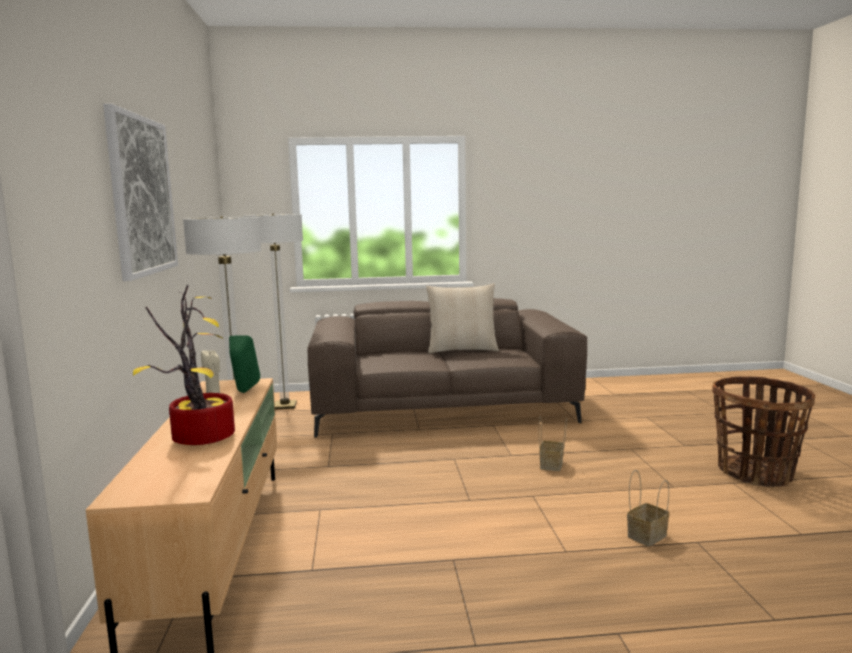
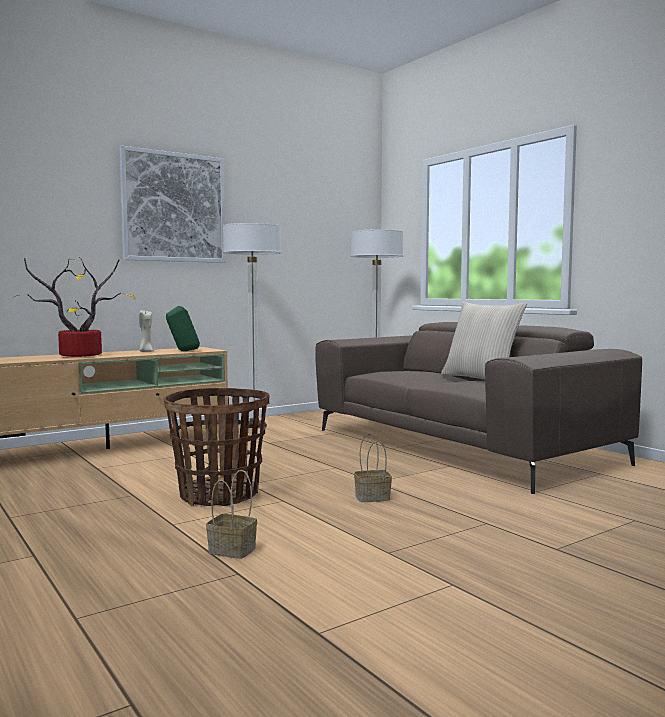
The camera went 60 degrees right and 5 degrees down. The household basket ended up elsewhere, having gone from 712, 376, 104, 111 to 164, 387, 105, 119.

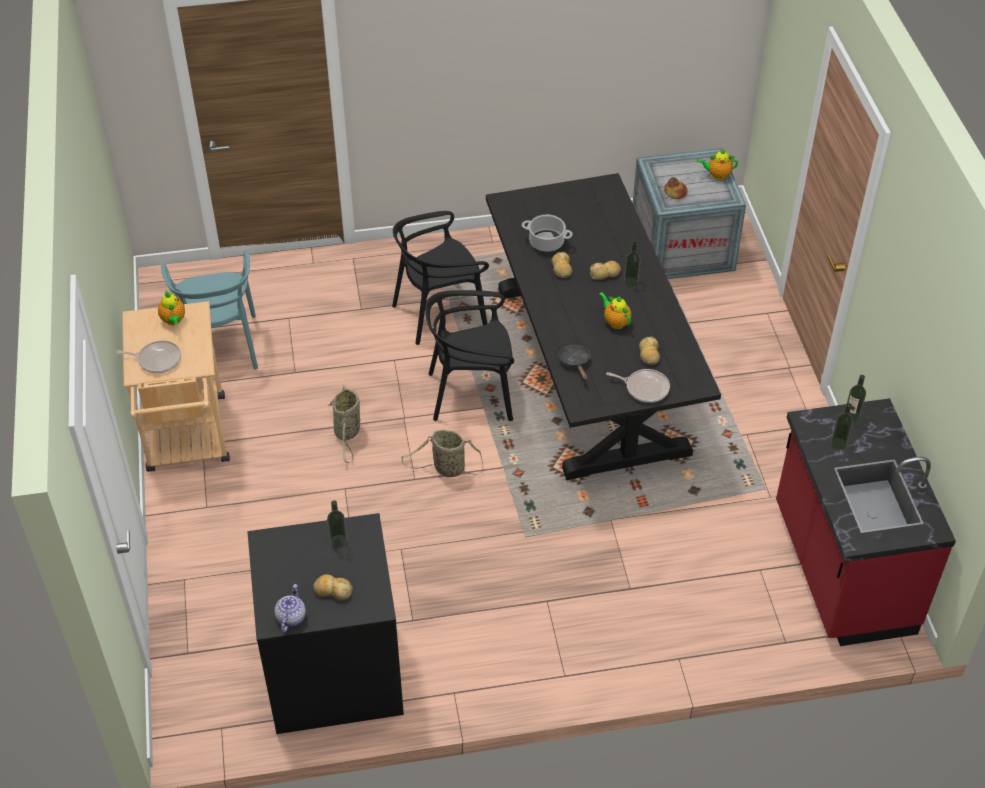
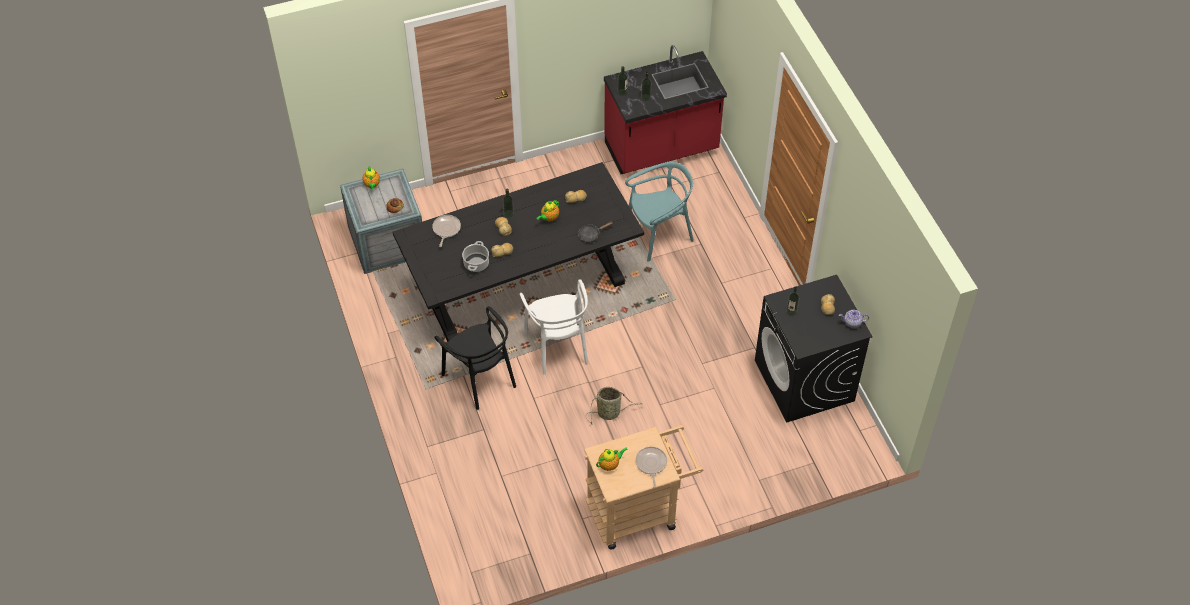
The camera went 100 degrees left and 5 degrees up. The chair in turquoise ended up elsewhere, having gone from 161, 250, 97, 119 to 625, 162, 69, 100. What was the chair in blackish at 425, 290, 89, 131 turned into the chair in whitish at 519, 279, 69, 96. The pan ended up elsewhere, having gone from 606, 369, 64, 34 to 432, 215, 29, 32. The second view lost the household basket at 401, 430, 82, 47.

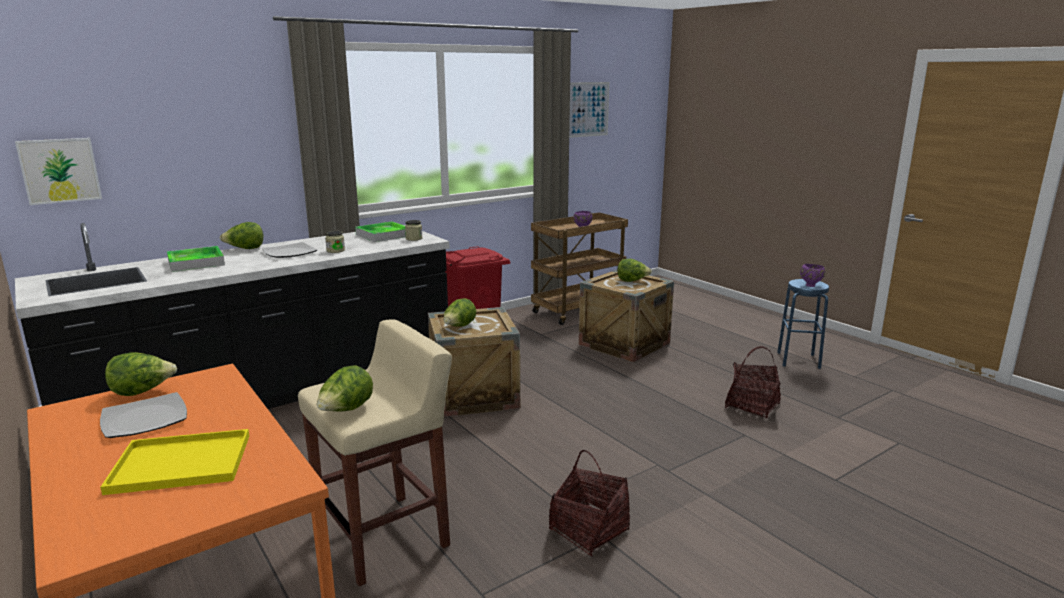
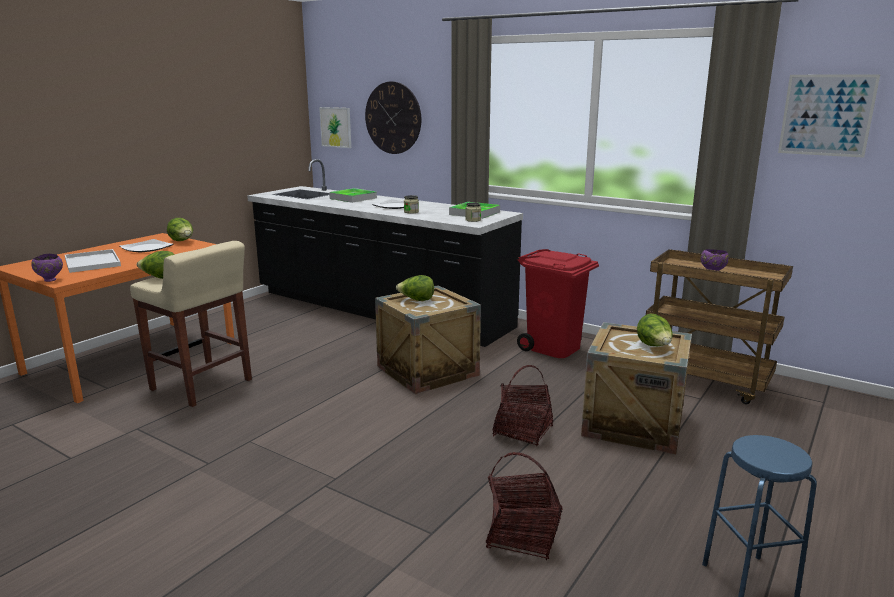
The camera went 70 degrees right and 0 degrees up. The second view lost the head of lettuce at 220, 222, 43, 27. The bowl in purple ended up elsewhere, having gone from 800, 264, 25, 23 to 31, 254, 32, 28. What was the tray in yellowish at 100, 429, 149, 66 turned into the tray in whitish at 65, 249, 56, 24. The household basket ended up elsewhere, having gone from 549, 450, 81, 106 to 493, 365, 60, 81. The second view gained the hanging clock at 365, 82, 56, 72.

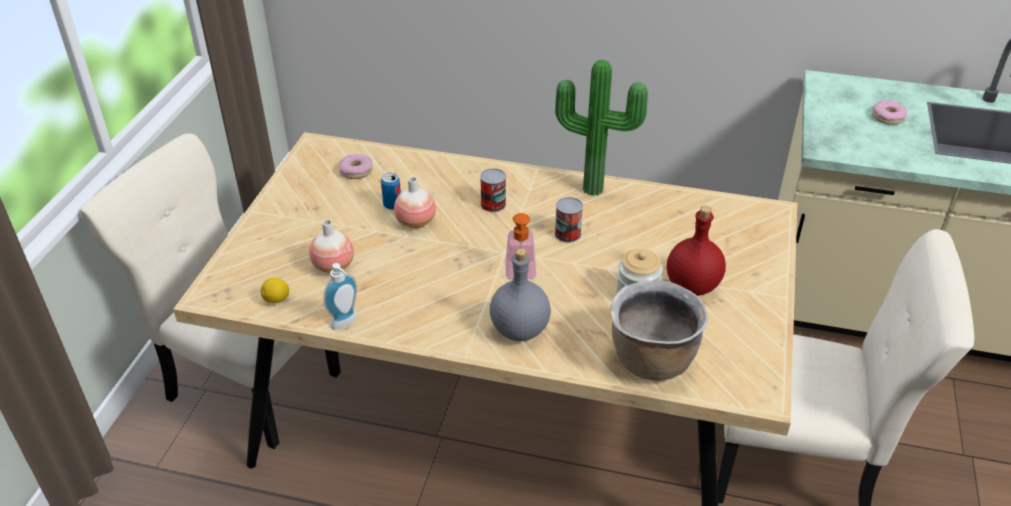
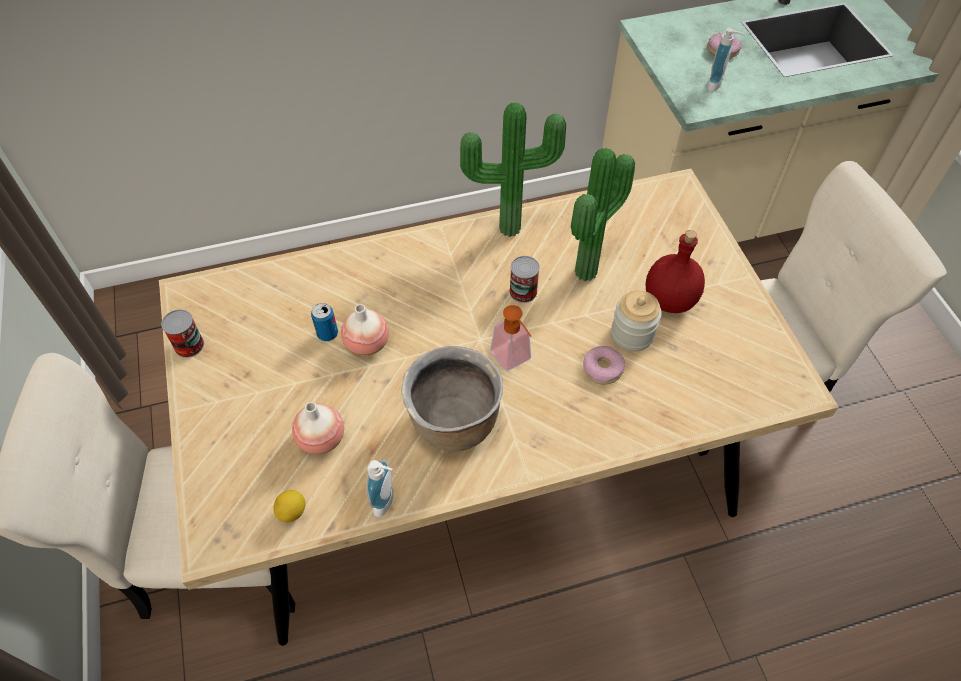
The camera went 30 degrees left and 15 degrees up. The ring doughnut ended up elsewhere, having gone from 339, 154, 34, 25 to 583, 346, 42, 39. The metal can ended up elsewhere, having gone from 480, 168, 26, 44 to 161, 309, 43, 49. The second view lost the beverage bottle in gray at 490, 248, 61, 93. The stockpot in brownish ended up elsewhere, having gone from 610, 280, 98, 101 to 401, 346, 102, 106. The second view gained the liquid soap bottle at 707, 28, 36, 64. The second view gained the plant in a pot at 571, 148, 64, 133.

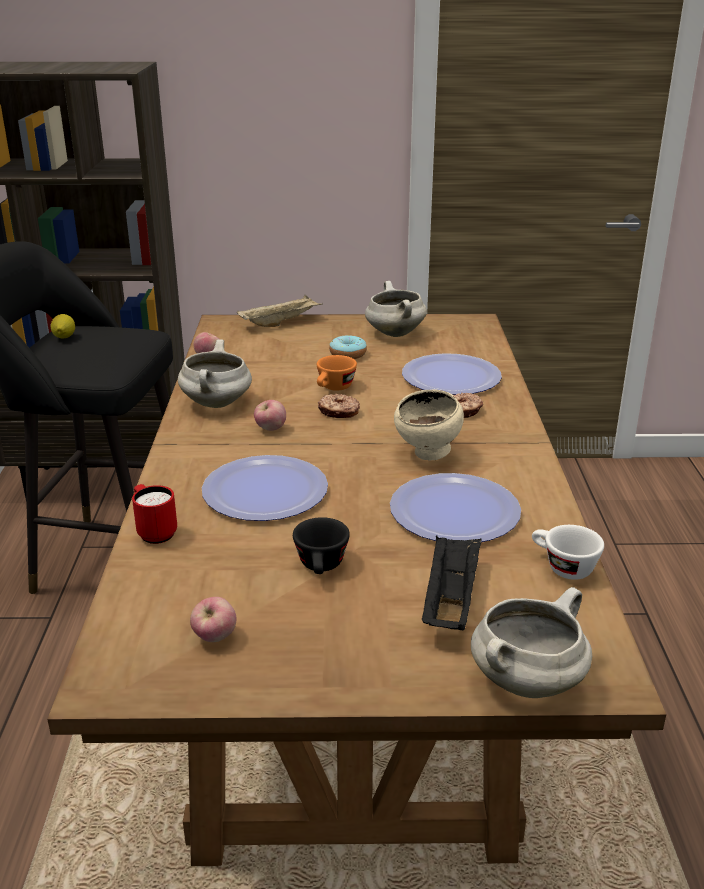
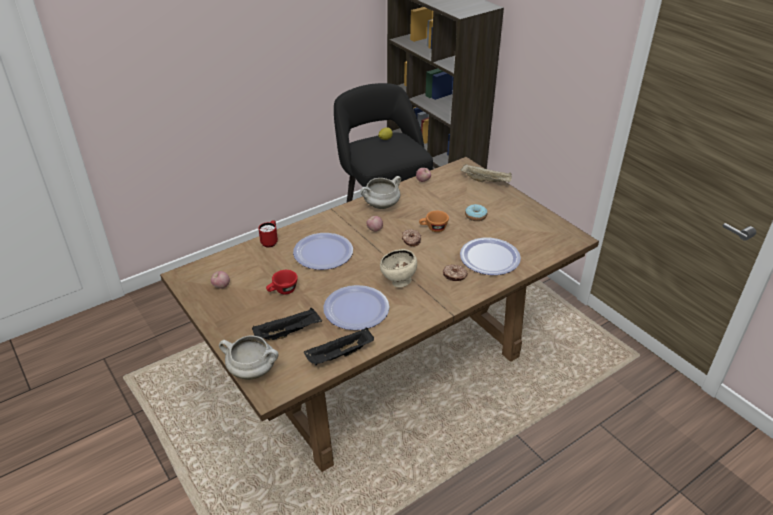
The camera went 55 degrees right and 10 degrees up. The second view lost the stockpot in whitish at 365, 281, 62, 56. What was the drinking cup in blackish at 293, 517, 57, 57 turned into the drinking cup in red at 266, 270, 32, 24. Where the drinking cup in whitish stood at 532, 525, 72, 55, the tray in blackish came to stand at 304, 328, 70, 38.

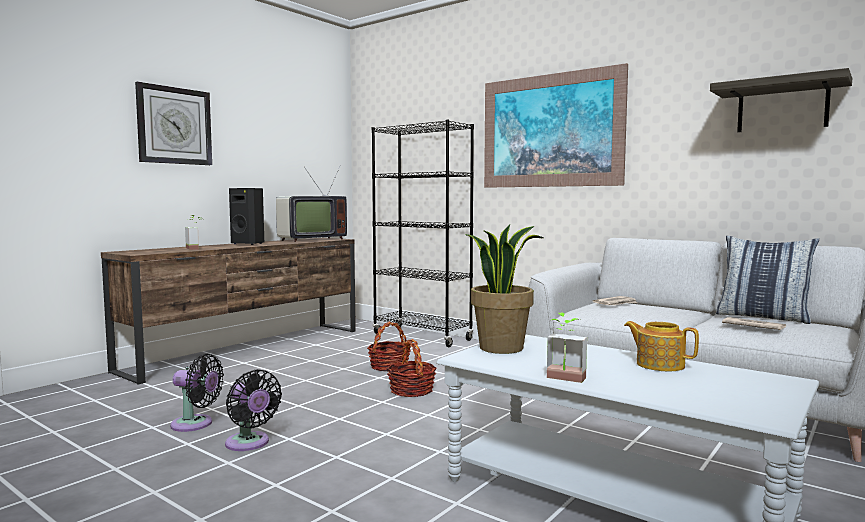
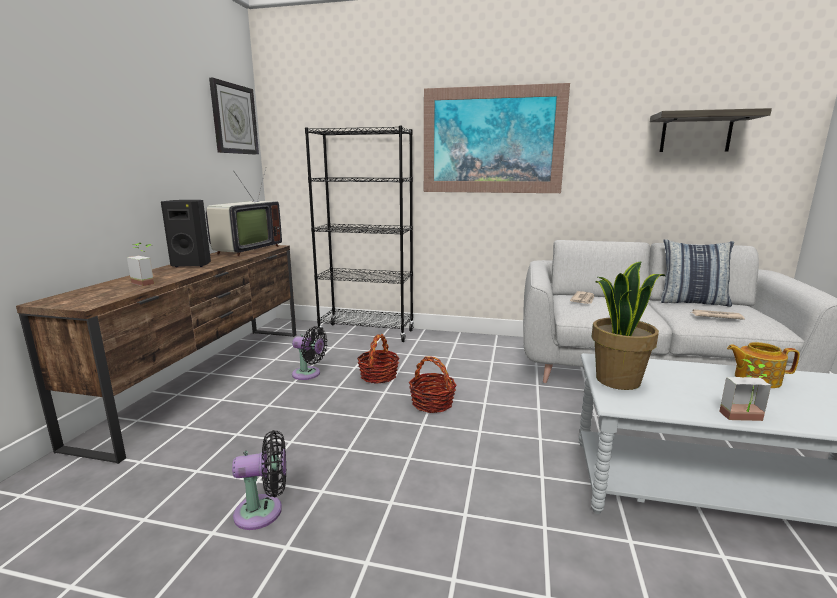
The camera went 25 degrees left and 10 degrees up. The hanging clock ended up elsewhere, having gone from 135, 82, 77, 83 to 209, 78, 50, 77. The electric fan in blackish ended up elsewhere, having gone from 225, 369, 57, 82 to 292, 326, 36, 54.

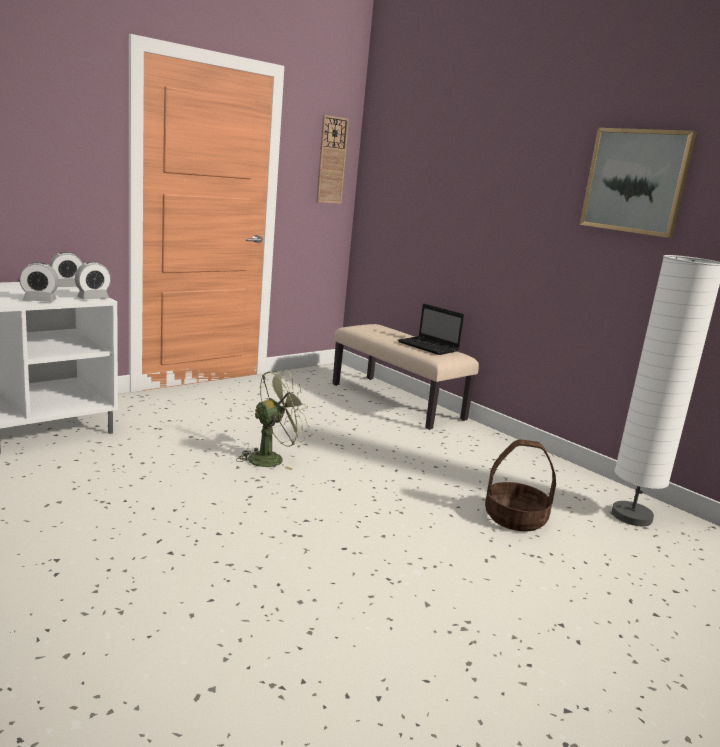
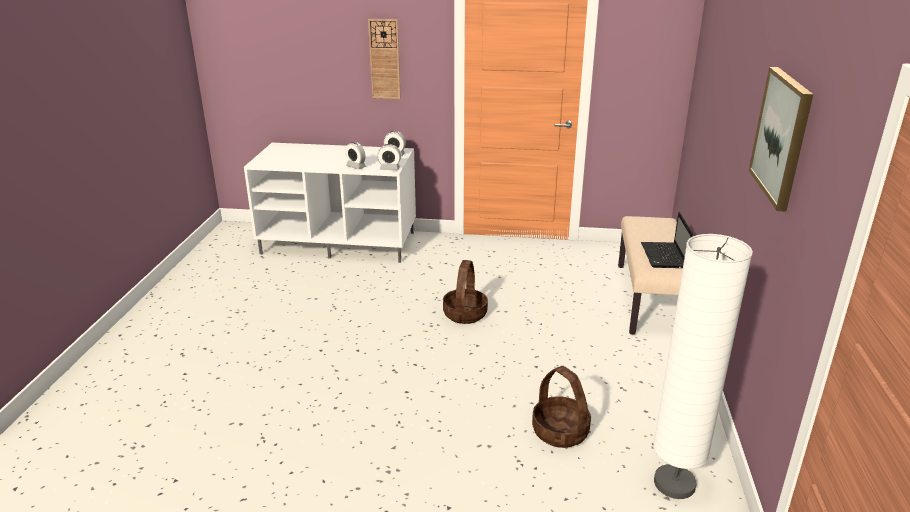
The camera went 50 degrees right and 10 degrees up. The hanging clock ended up elsewhere, having gone from 316, 115, 33, 89 to 368, 19, 33, 80. Where the electric fan in greenish stood at 236, 370, 74, 100, the household basket came to stand at 443, 260, 45, 64.

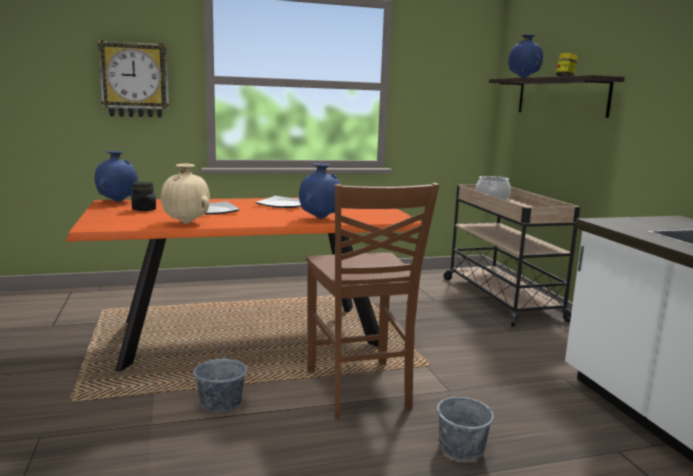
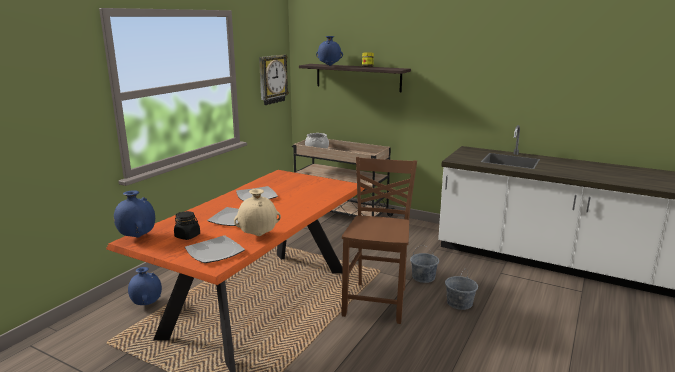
The camera went 45 degrees left and 5 degrees up. The hanging clock ended up elsewhere, having gone from 98, 40, 71, 78 to 259, 55, 30, 50. The decorative vase in blue ended up elsewhere, having gone from 299, 163, 42, 56 to 128, 267, 34, 38. The chair in brownish at 306, 183, 133, 236 ended up facing another way, 105 degrees counterclockwise from before. The pail in gray ended up elsewhere, having gone from 193, 343, 54, 69 to 410, 247, 29, 36. The second view gained the flat dish at 185, 235, 60, 28.

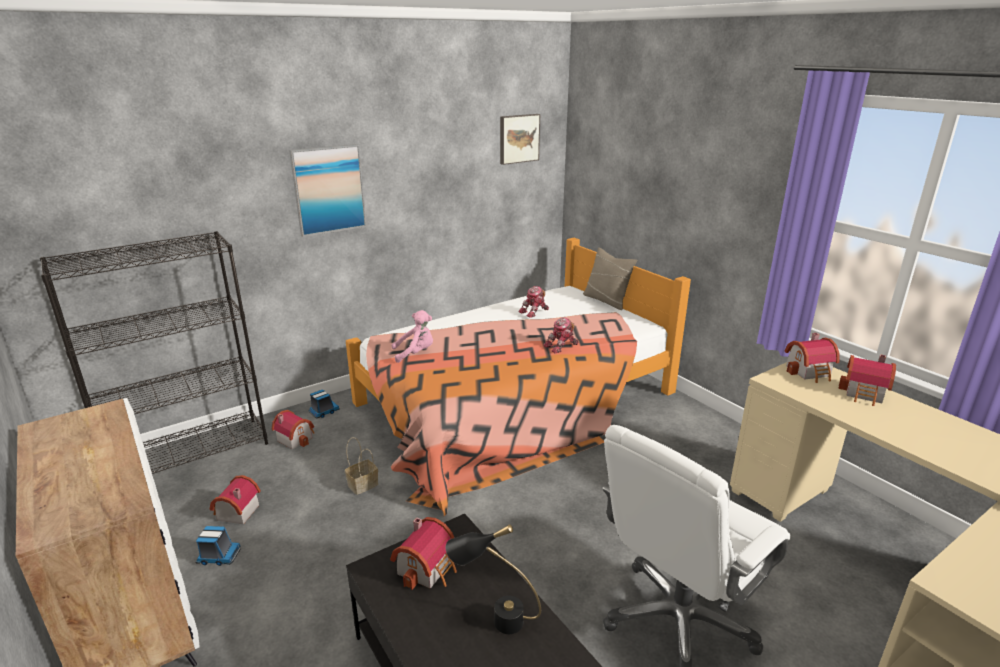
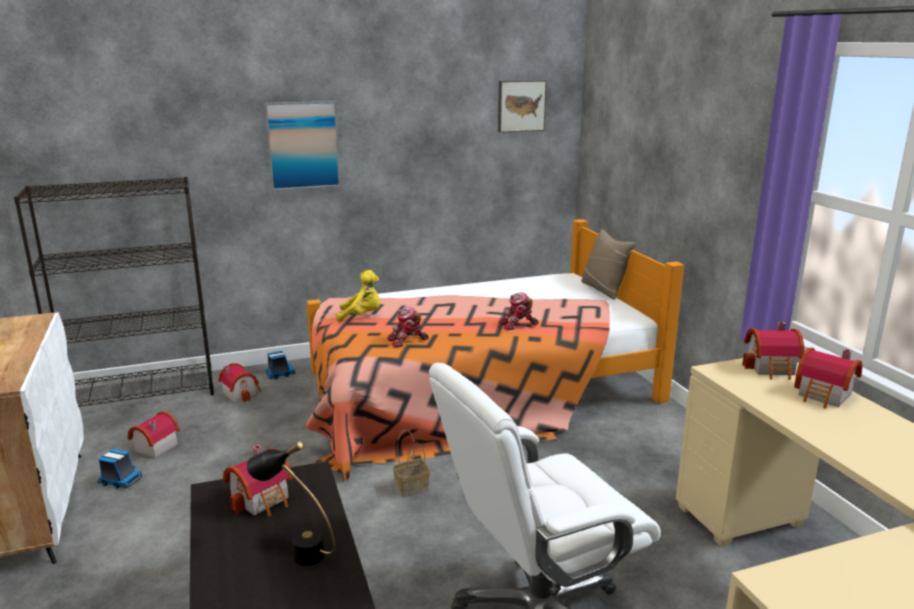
The camera went 15 degrees right and 5 degrees down. The toy robot ended up elsewhere, having gone from 518, 286, 31, 32 to 387, 307, 41, 41. What was the soft toy in pinkish at 391, 310, 42, 53 turned into the soft toy in yellowish at 336, 270, 44, 52. The household basket ended up elsewhere, having gone from 345, 437, 33, 58 to 393, 430, 37, 67.

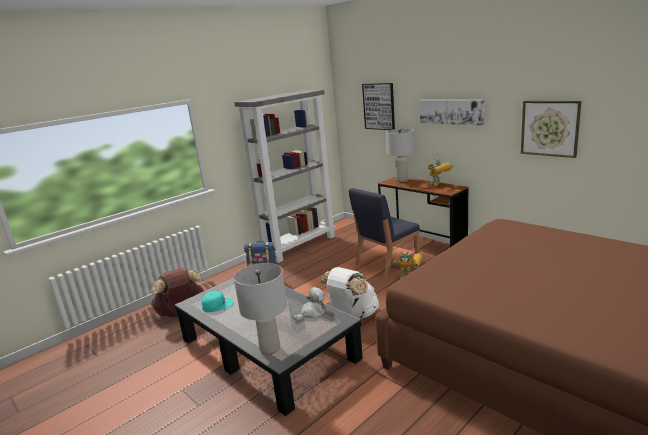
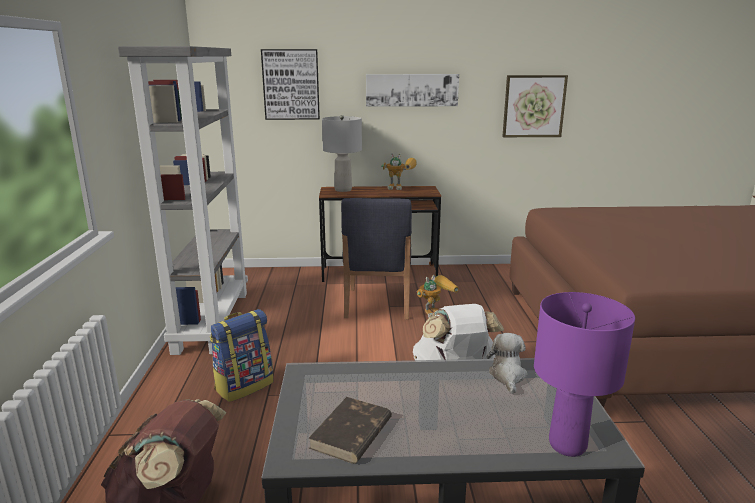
The camera went 50 degrees left and 0 degrees up. What was the lamp for a table in gray at 234, 263, 53, 92 turned into the lamp for a table in purple at 534, 292, 101, 165. Where the cap in turquoise stood at 201, 291, 33, 21, the book in brownish came to stand at 308, 397, 84, 67.

